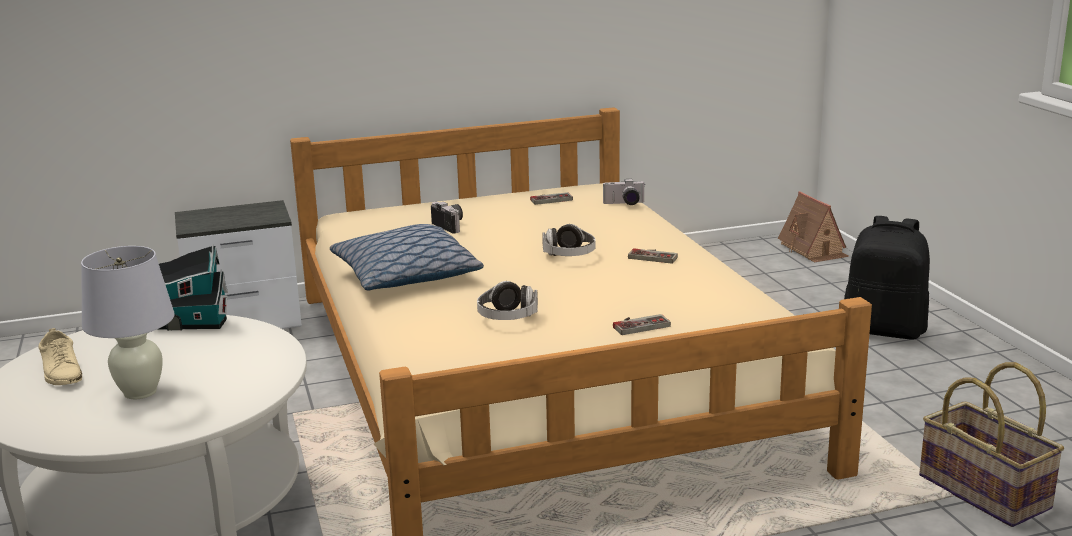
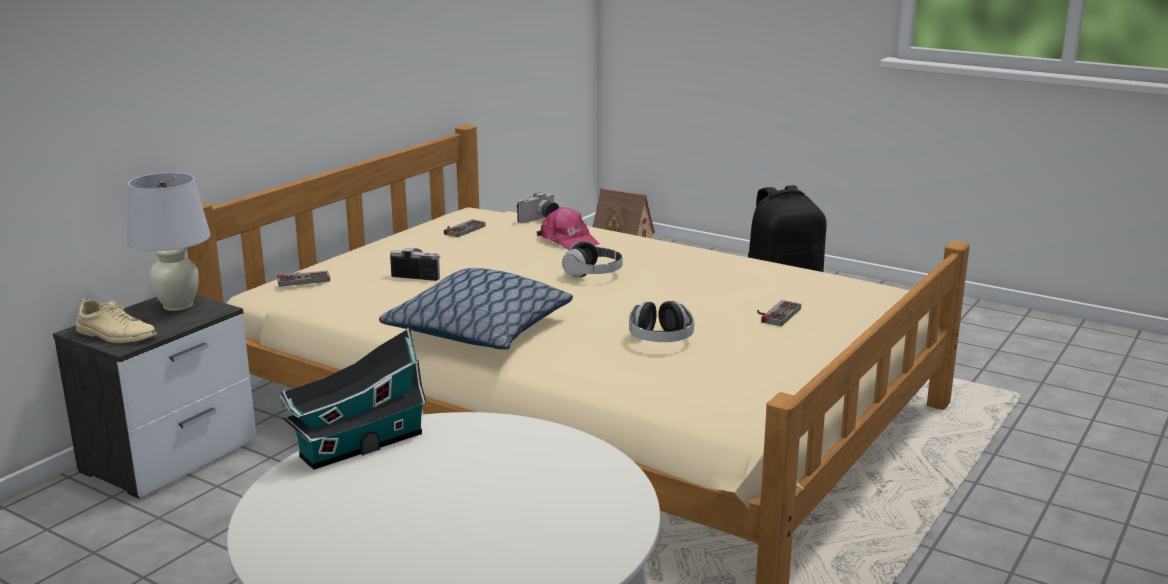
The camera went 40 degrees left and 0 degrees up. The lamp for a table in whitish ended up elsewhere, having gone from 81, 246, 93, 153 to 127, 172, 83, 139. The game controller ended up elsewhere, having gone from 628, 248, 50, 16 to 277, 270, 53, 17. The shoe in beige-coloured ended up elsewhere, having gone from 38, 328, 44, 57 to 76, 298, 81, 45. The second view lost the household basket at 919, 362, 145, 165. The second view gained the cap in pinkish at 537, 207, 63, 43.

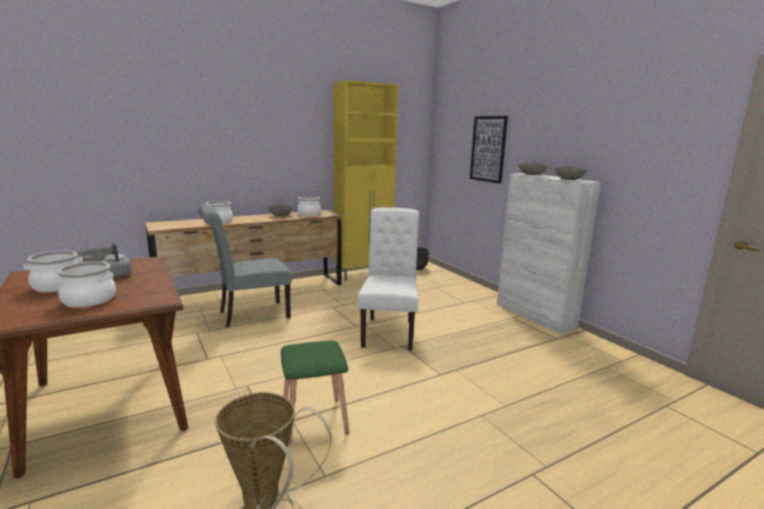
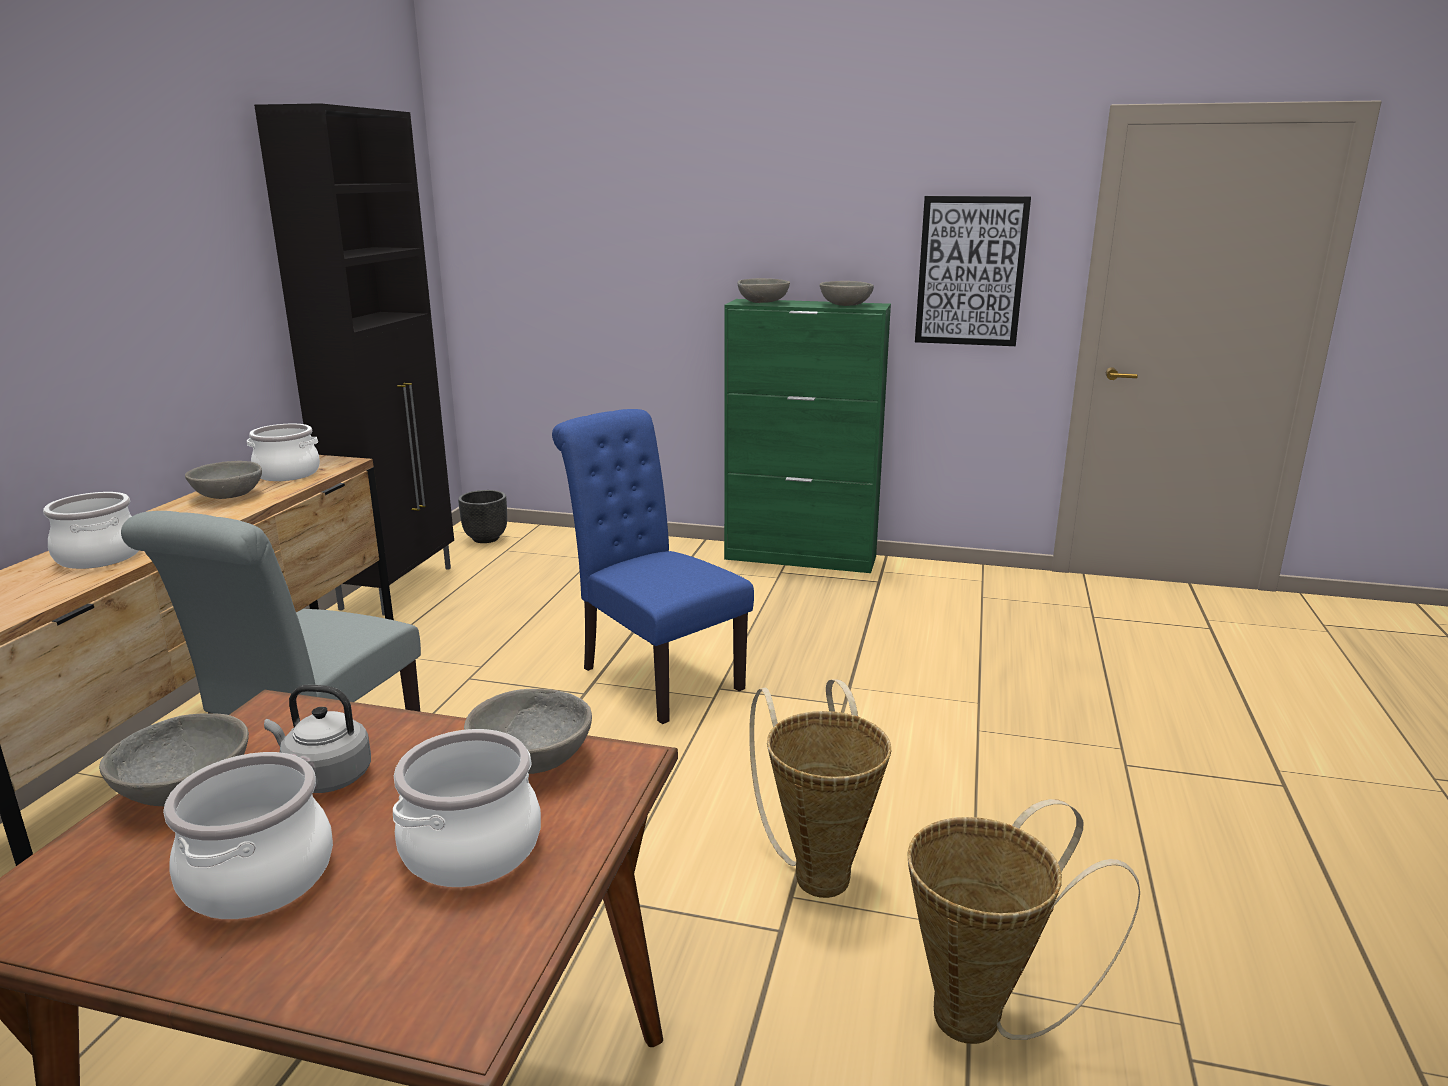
The camera went 45 degrees left and 5 degrees up. What was the cabinet in yellowish at 333, 80, 65, 201 turned into the cabinet in blackish at 254, 103, 200, 513. The wall art ended up elsewhere, having gone from 470, 116, 38, 68 to 915, 196, 116, 150. What was the cabinet in whitish at 497, 173, 104, 161 turned into the cabinet in greenish at 724, 299, 167, 274. What was the chair in whitish at 358, 208, 61, 143 turned into the chair in blue at 552, 409, 202, 315. Where the stool seat in greenish stood at 281, 340, 68, 103, the household basket came to stand at 749, 680, 142, 218. The second view gained the bowl in gray at 464, 689, 128, 85.

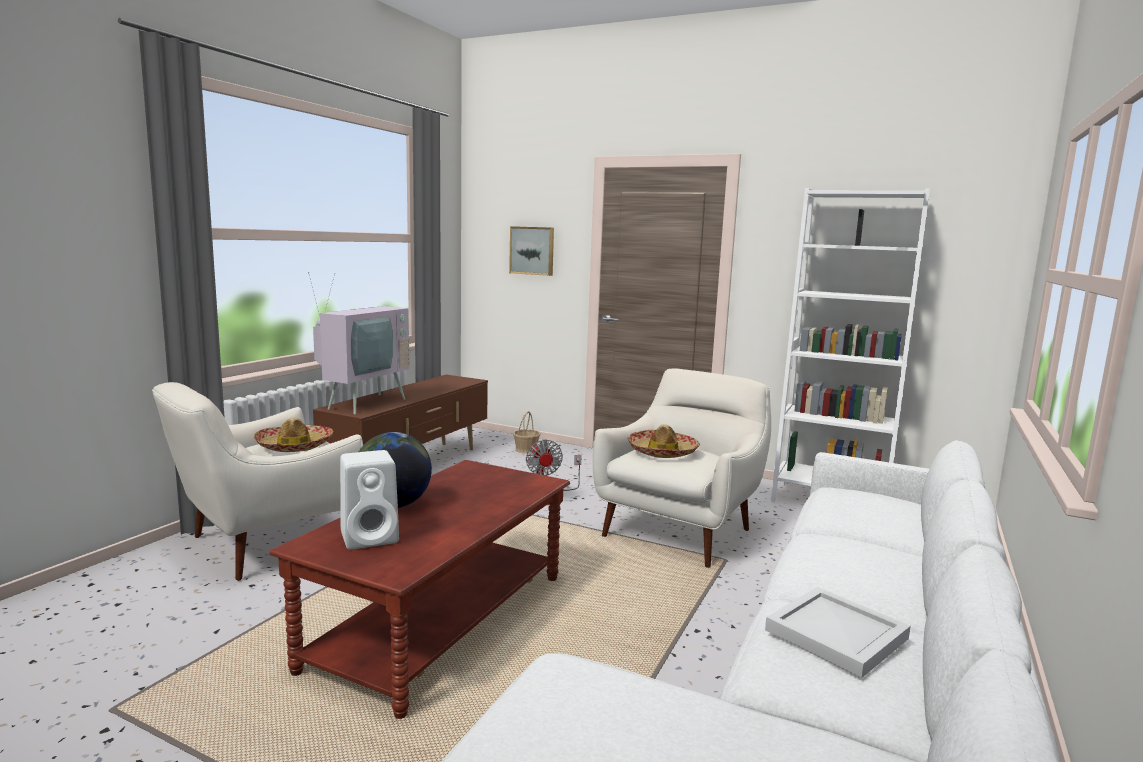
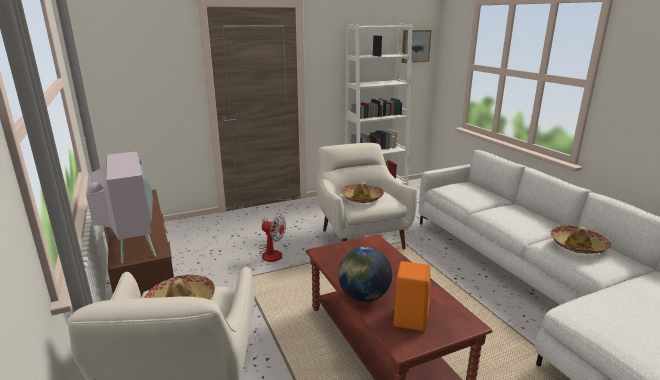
The camera went 50 degrees left and 10 degrees up. The wall art ended up elsewhere, having gone from 509, 226, 45, 50 to 402, 30, 30, 33. The second view lost the household basket at 513, 411, 27, 43. What was the audio speaker in whitish at 340, 450, 59, 100 turned into the audio speaker in orange at 394, 261, 37, 70. Where the tray in whitish stood at 765, 587, 146, 91, the hat came to stand at 551, 225, 60, 29.

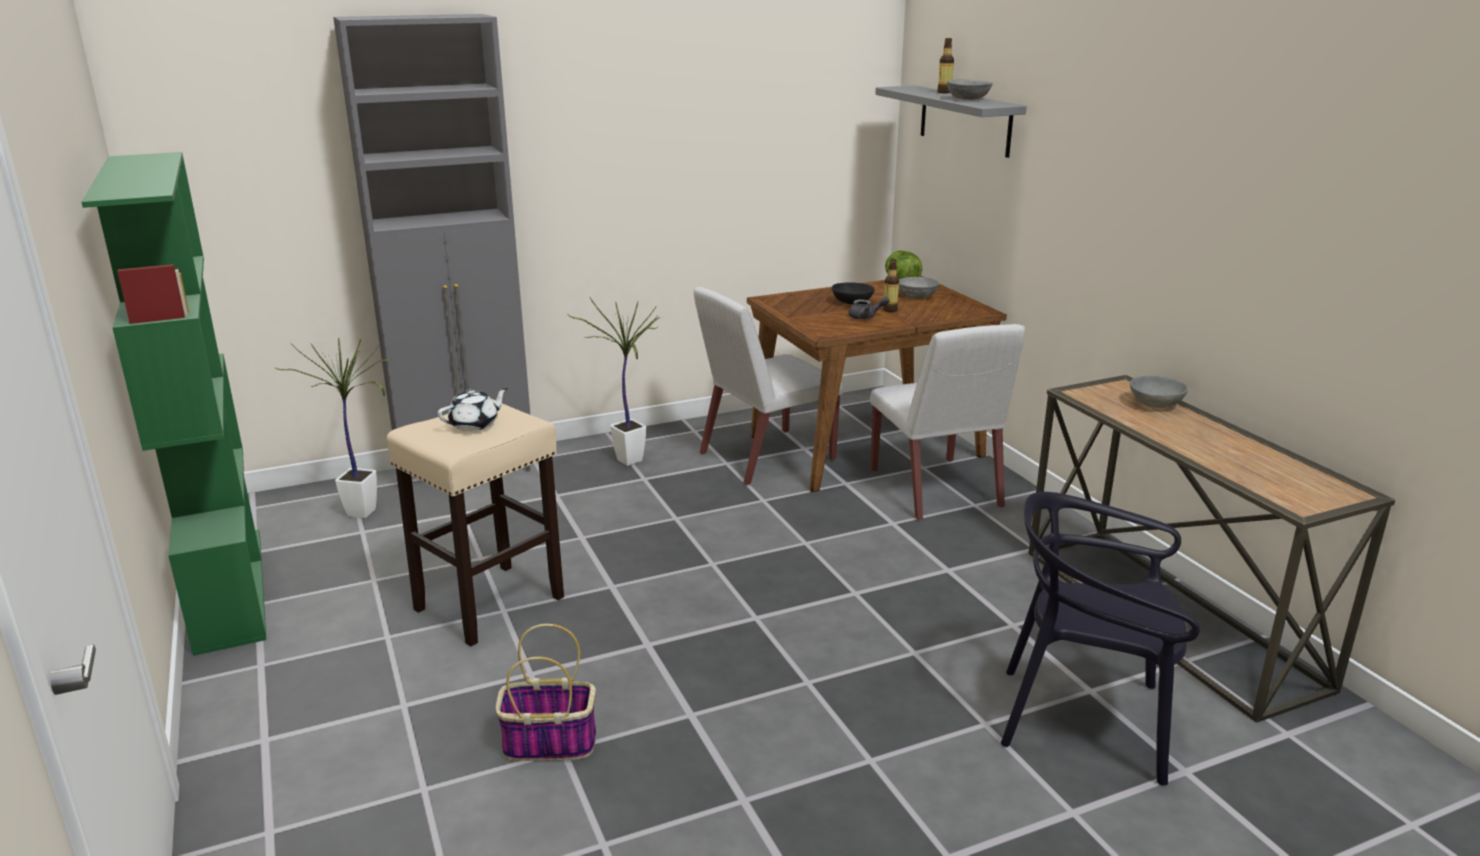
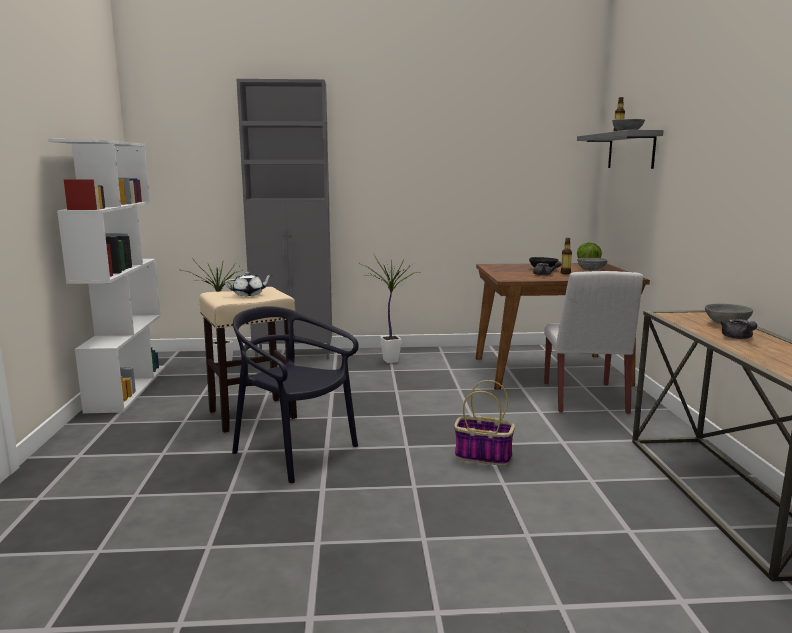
The camera went 20 degrees right and 10 degrees down. What was the bookcase in greenish at 82, 152, 184, 504 turned into the bookcase in whitish at 48, 139, 117, 274. The second view lost the chair in whitish at 694, 287, 149, 199. The chair in blackish ended up elsewhere, having gone from 1001, 492, 199, 294 to 232, 306, 127, 177. The household basket ended up elsewhere, having gone from 495, 624, 101, 137 to 454, 380, 61, 86. The second view gained the pot for tea in gray at 720, 319, 37, 20.

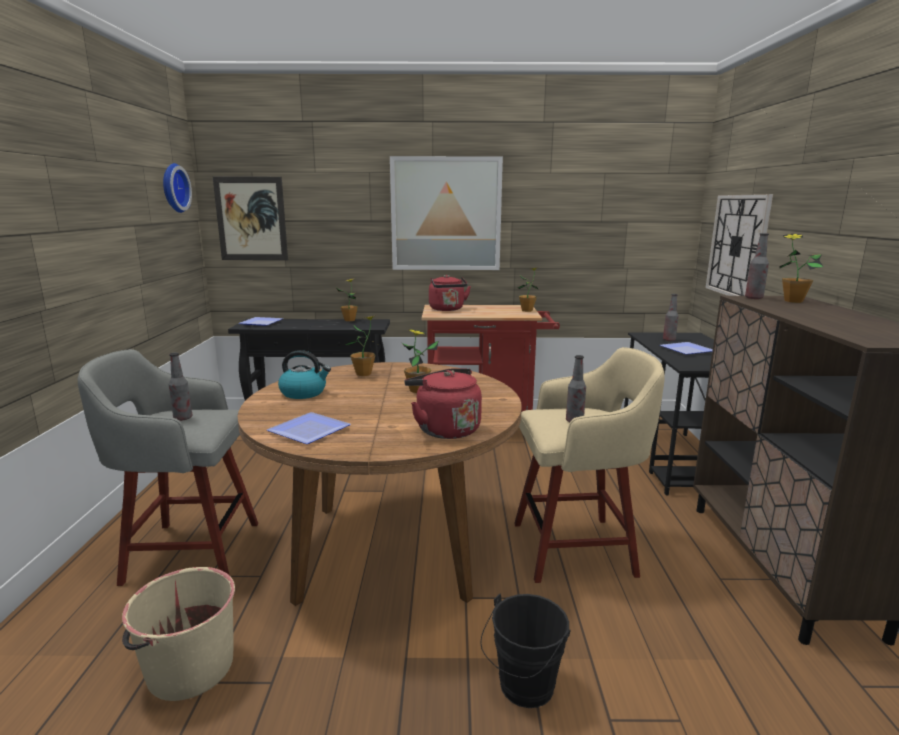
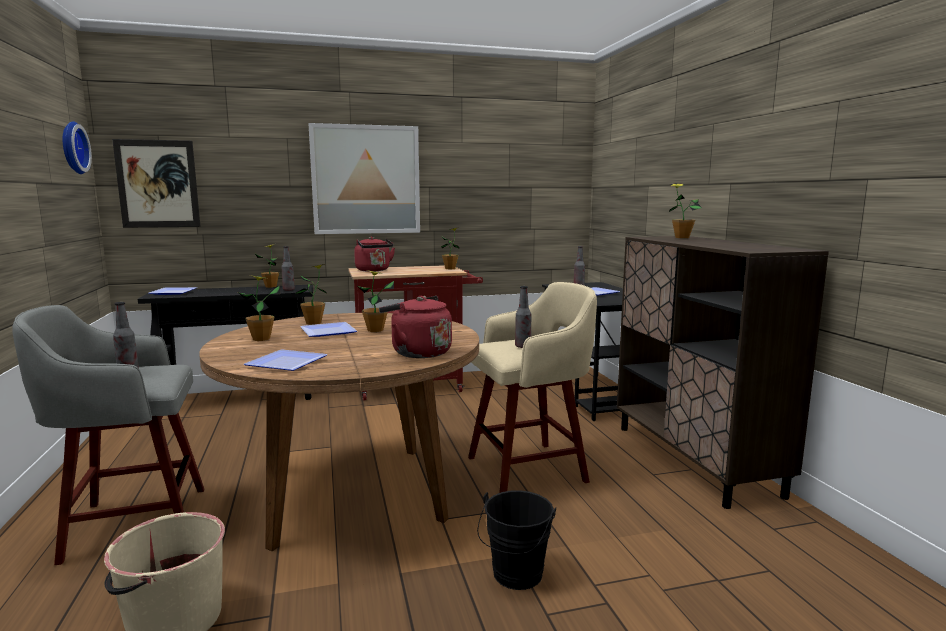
The camera went 15 degrees left and 5 degrees down. The second view lost the hanging clock at 706, 194, 67, 102. The beverage bottle ended up elsewhere, having gone from 745, 233, 24, 66 to 281, 246, 14, 45. Where the tea kettle stood at 278, 350, 53, 49, the plant in a pot came to stand at 238, 275, 42, 66. The second view gained the flat dish at 300, 322, 57, 15.

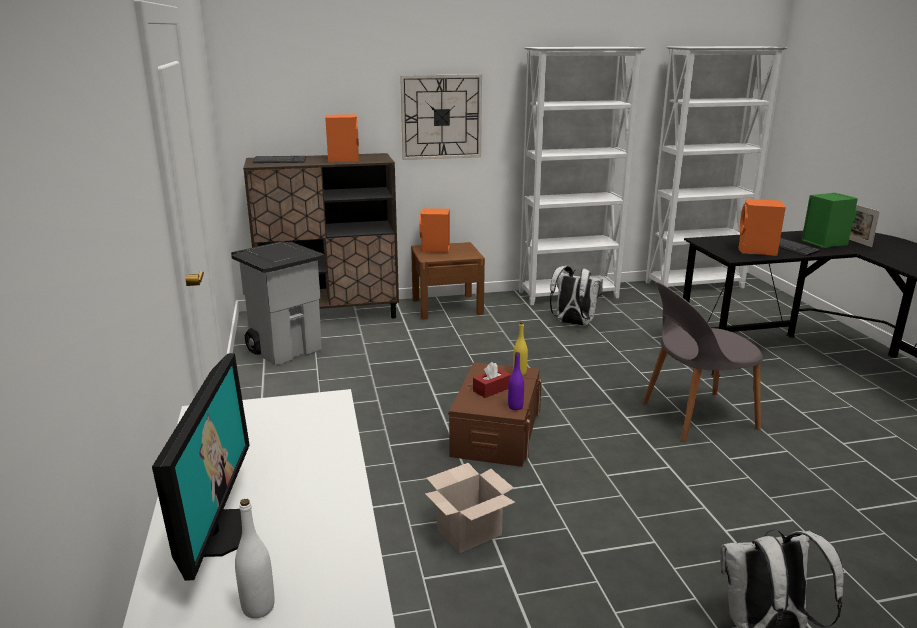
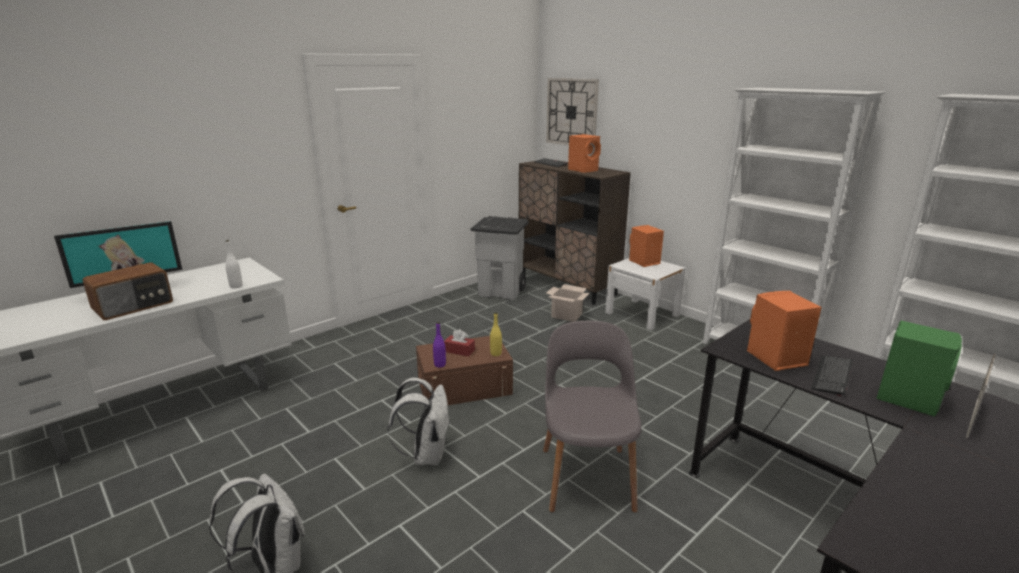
The camera went 60 degrees right and 0 degrees up. The hanging clock ended up elsewhere, having gone from 400, 74, 82, 86 to 546, 78, 53, 67. What was the nightstand in brownish at 411, 242, 74, 78 turned into the nightstand in whitish at 605, 258, 81, 72. The rucksack in whitish ended up elsewhere, having gone from 550, 266, 53, 60 to 387, 378, 63, 87. The chair in gray at 643, 282, 120, 159 ended up facing another way, 45 degrees clockwise from before. The packing box ended up elsewhere, having gone from 425, 463, 90, 90 to 546, 284, 44, 38. The beverage bottle in whitish ended up elsewhere, having gone from 235, 499, 40, 120 to 225, 240, 18, 49. The second view gained the radio at 82, 262, 91, 58.

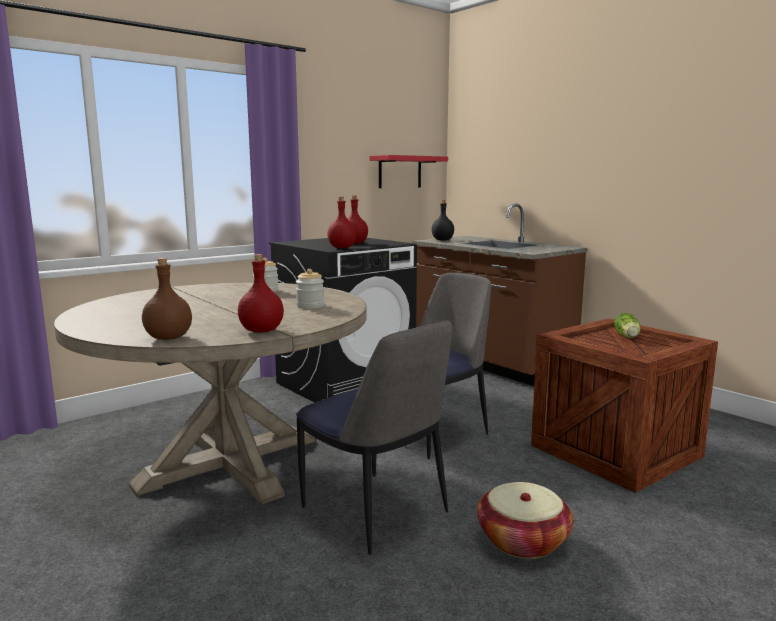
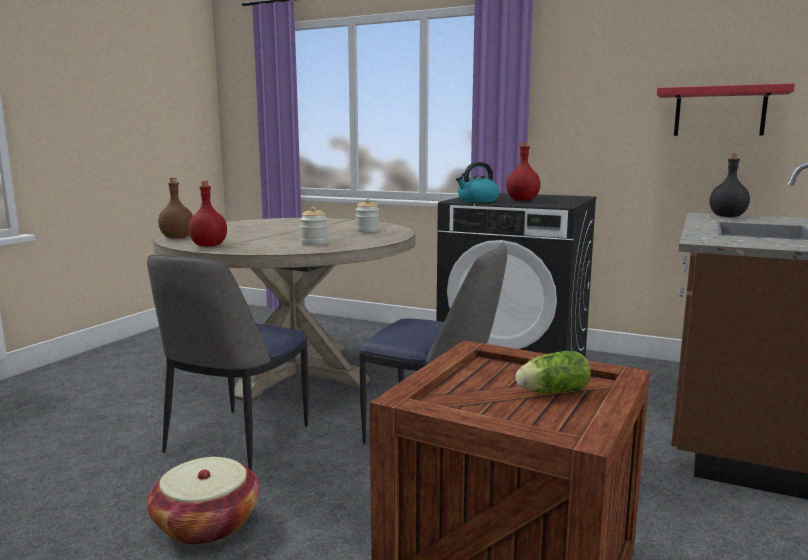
The camera went 65 degrees right and 0 degrees up. Where the beverage bottle in red stood at 327, 197, 29, 51, the tea kettle came to stand at 456, 162, 43, 41.

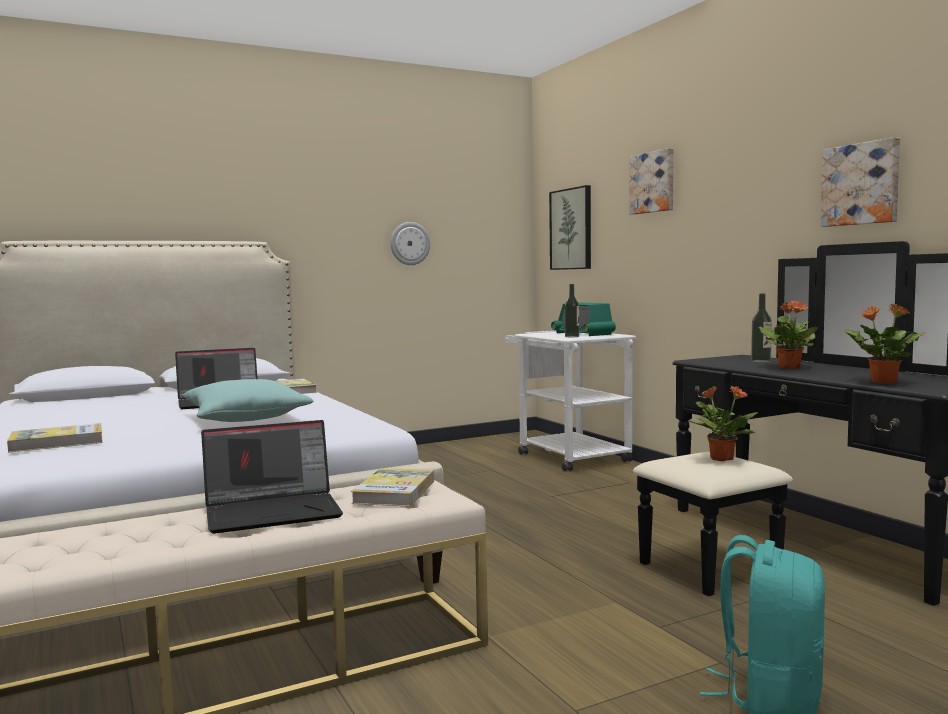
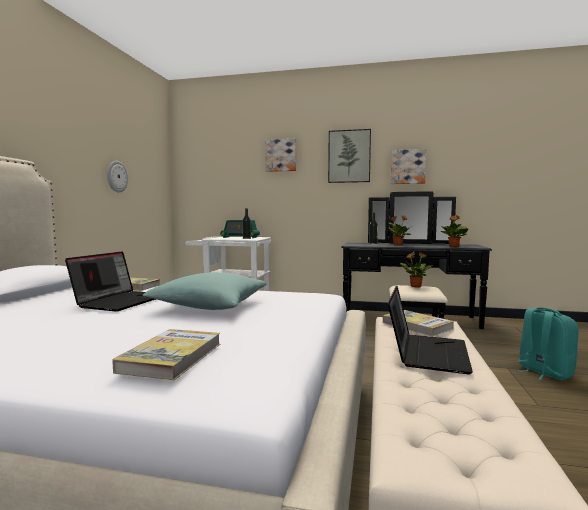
The camera went 50 degrees left and 0 degrees up. The wall art ended up elsewhere, having gone from 549, 185, 42, 85 to 328, 129, 43, 54.

